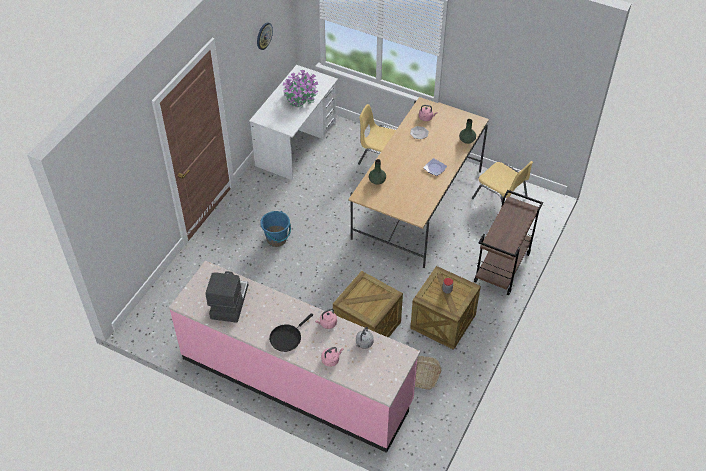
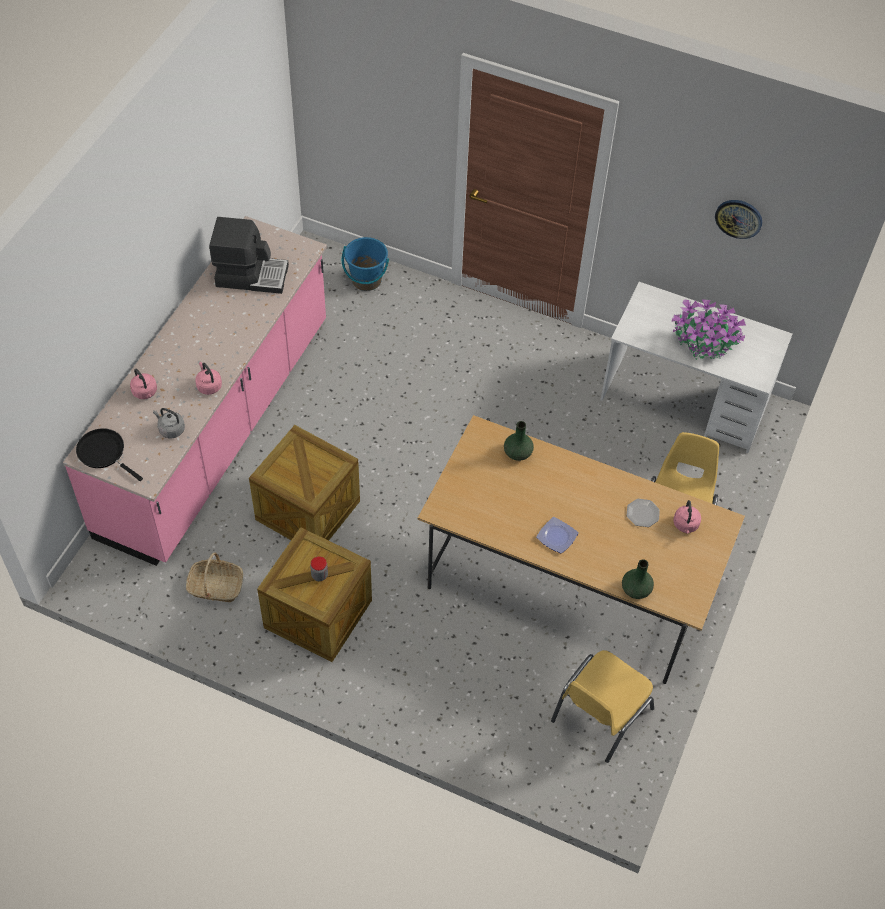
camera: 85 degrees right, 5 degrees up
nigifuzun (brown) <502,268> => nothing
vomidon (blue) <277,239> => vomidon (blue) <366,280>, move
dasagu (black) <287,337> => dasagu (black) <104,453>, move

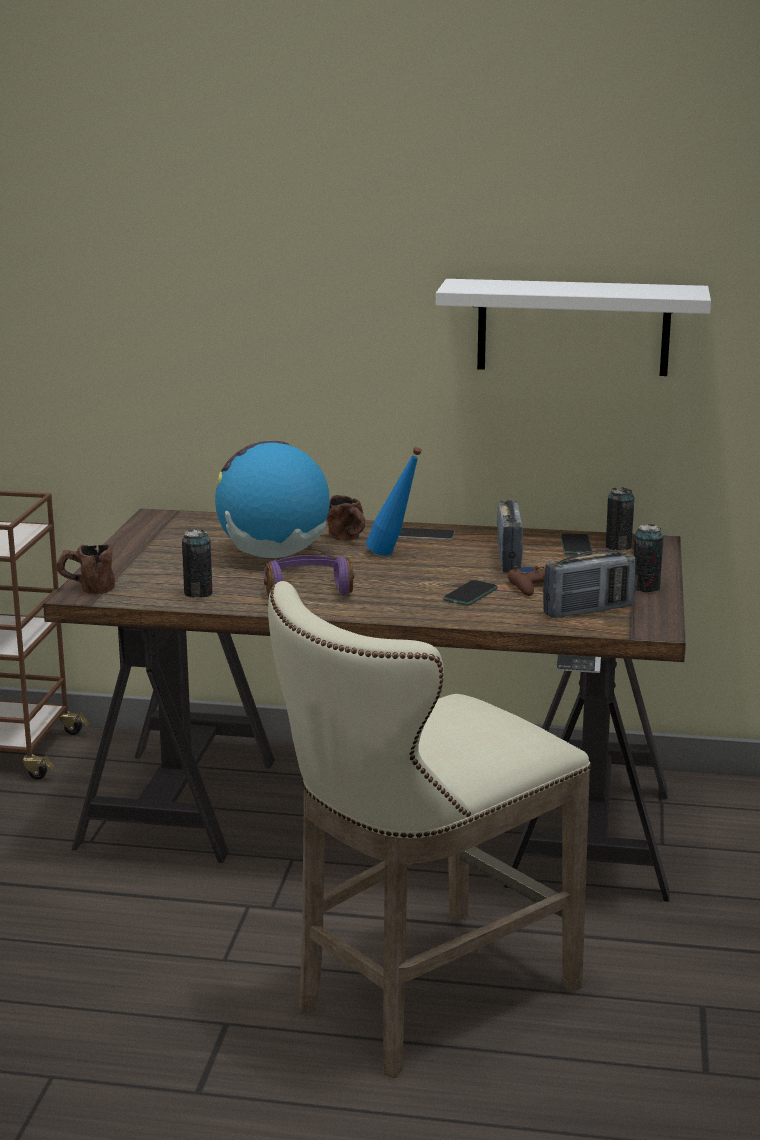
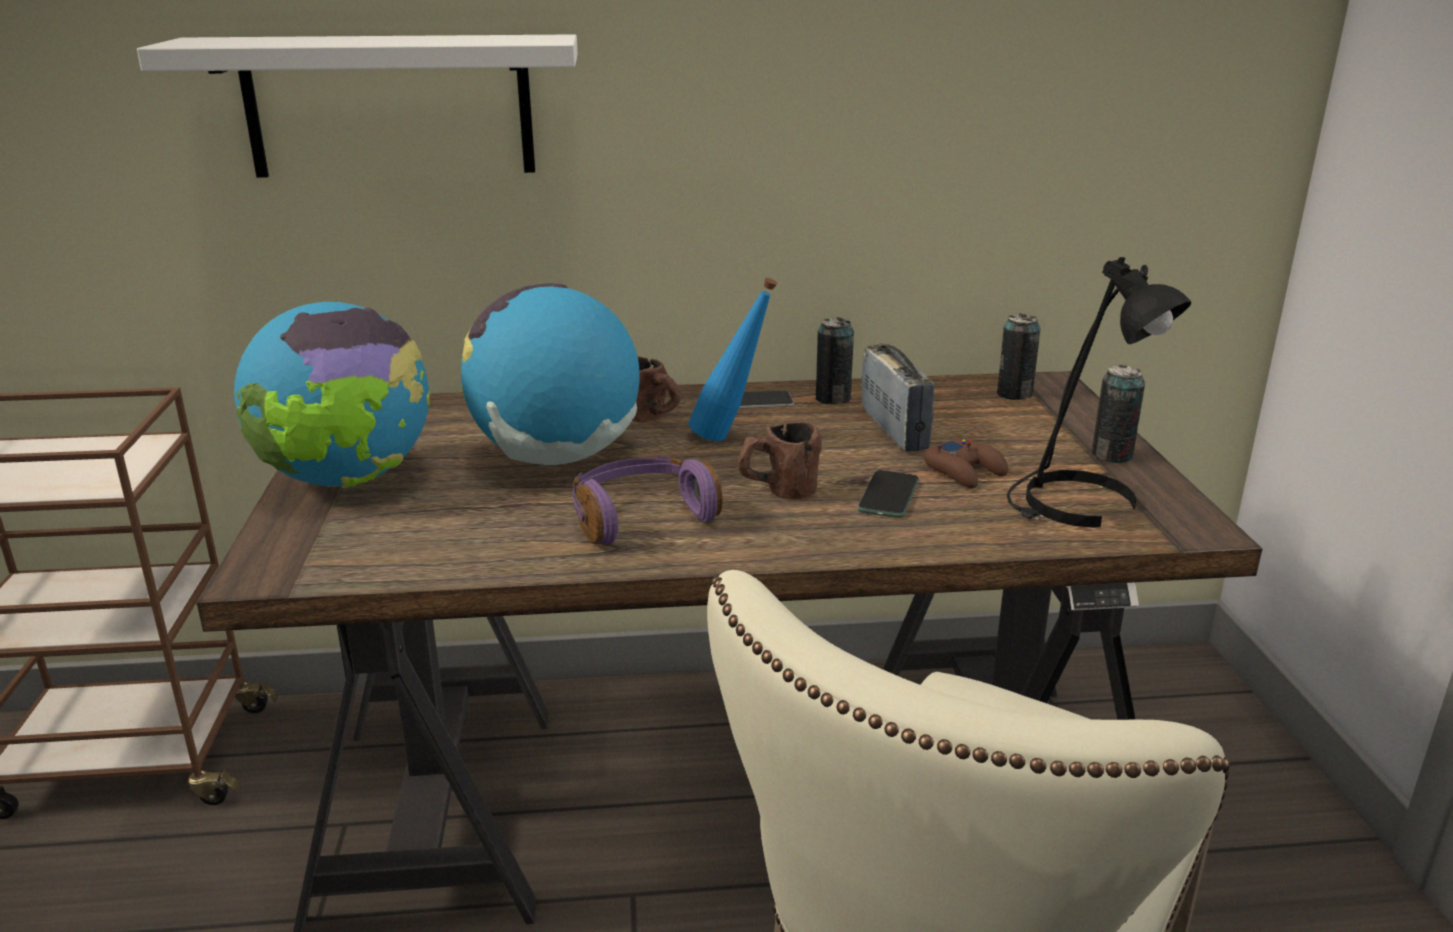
camera: 15 degrees left, 5 degrees up
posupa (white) <573,327> => posupa (white) <389,106>, move
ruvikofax <198,593> => ruvikofax <833,399>, move
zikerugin <576,546> => nothing
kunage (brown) <86,589> => kunage (brown) <777,491>, move
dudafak <588,611> => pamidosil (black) <1075,505>
nothing => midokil <347,480>

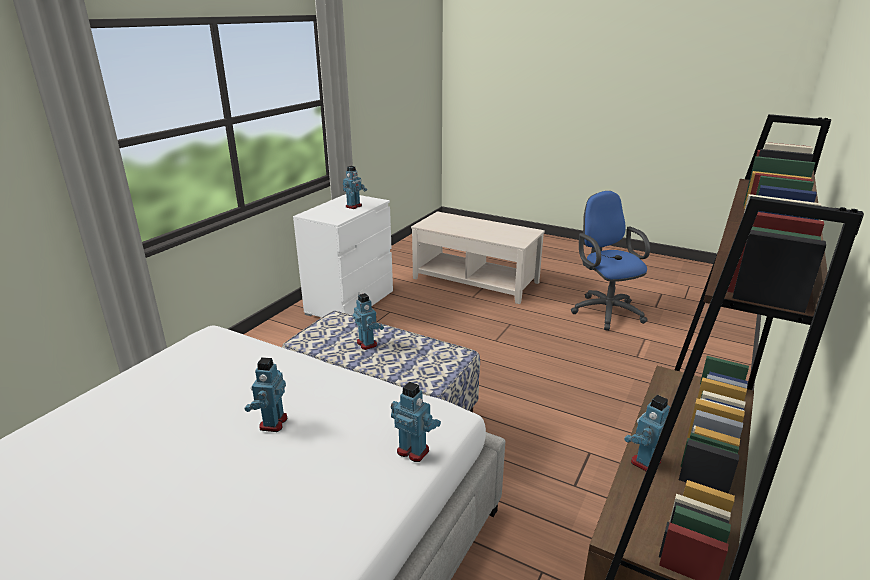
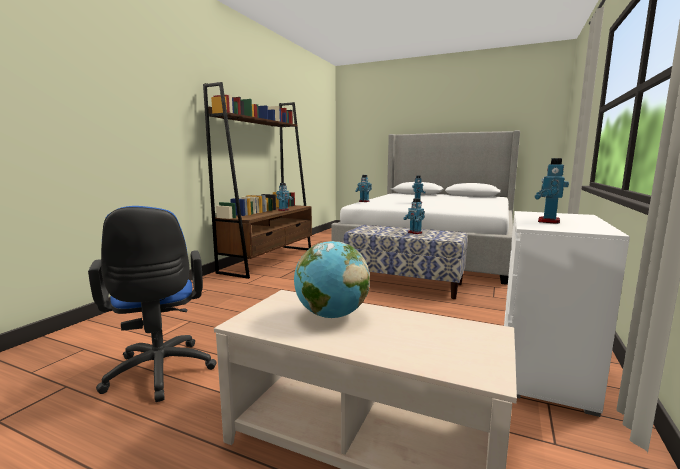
camera: 175 degrees right, 15 degrees down
nothing => midokil <331,315>

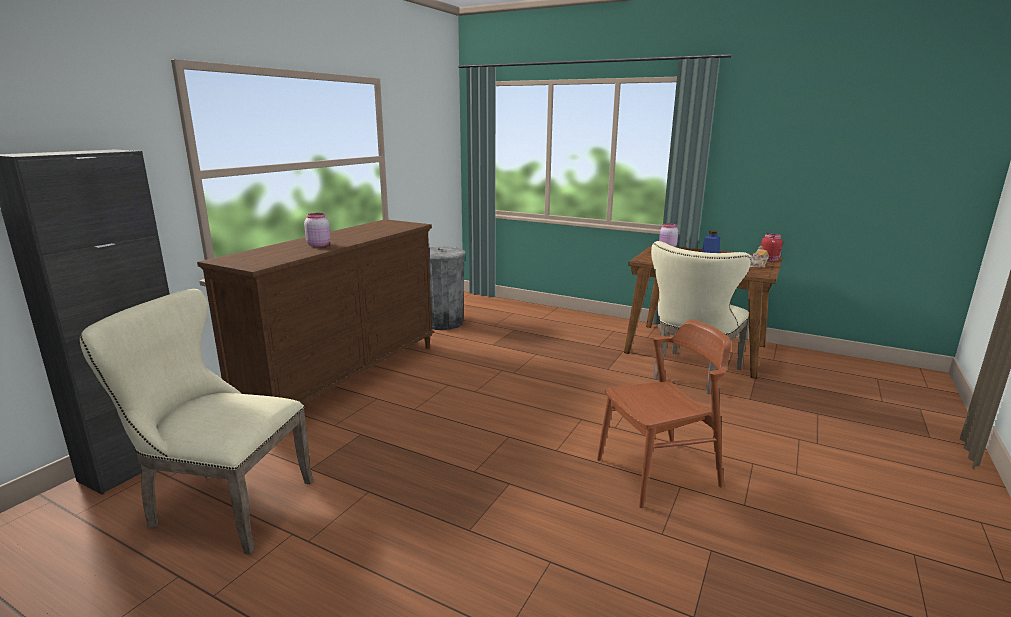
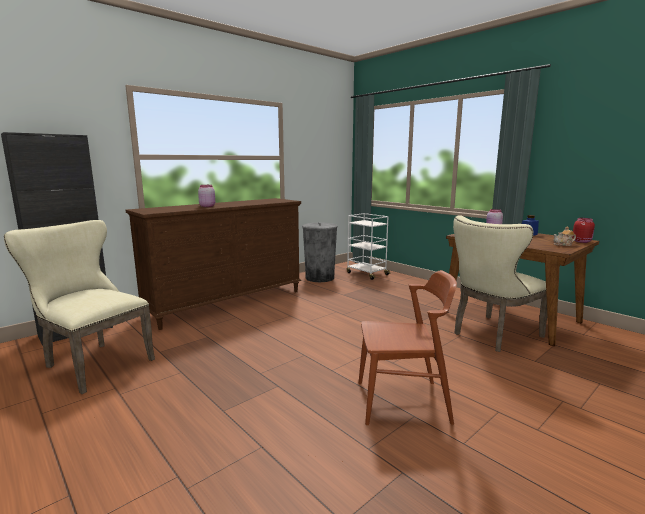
camera: 20 degrees right, 5 degrees down
nothing => nigifuzun (white) <366,273>

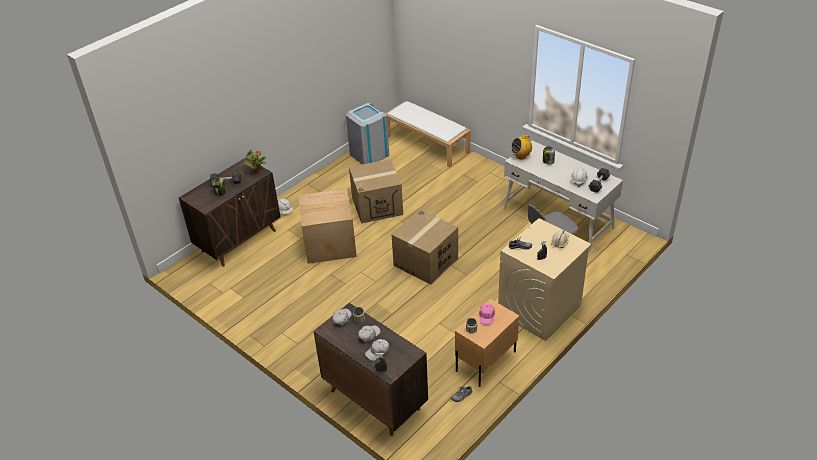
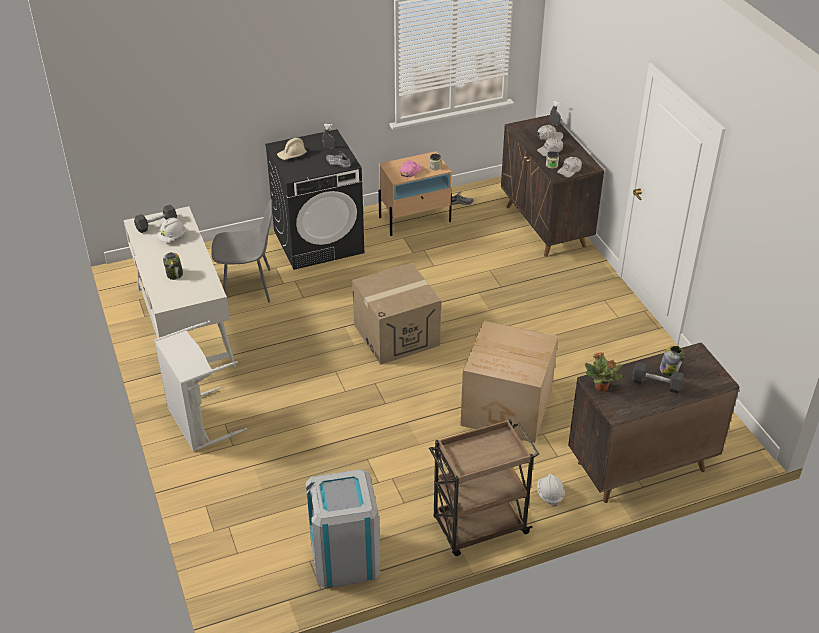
camera: 155 degrees left, 0 degrees up
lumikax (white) <428,144> => nothing
dudafak <521,156> => nothing
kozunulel <377,205> => nothing
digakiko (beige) <539,310> => digakiko (black) <319,241>
nothing => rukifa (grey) <198,422>
nothing => nigifuzun (brown) <479,527>

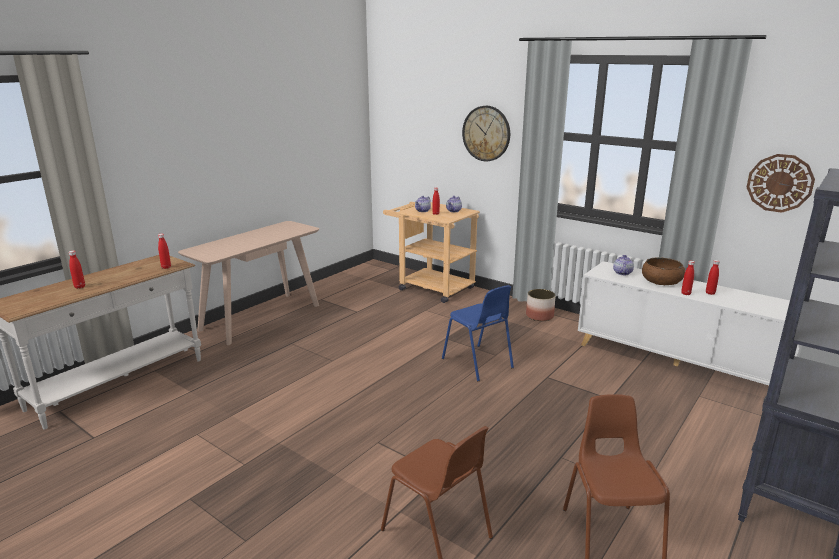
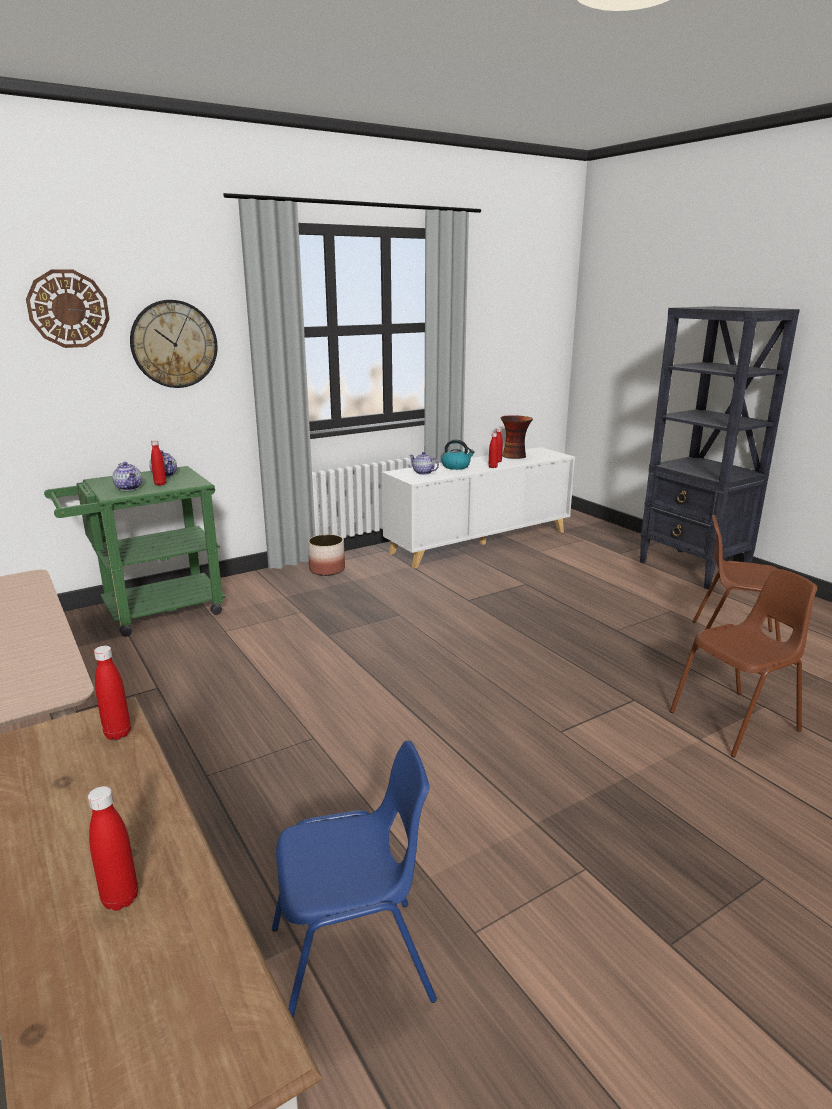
camera: 70 degrees left, 0 degrees up
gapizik <779,183> => gapizik <68,309>, move
nigifuzun (beige) <430,287> => nigifuzun (green) <151,612>
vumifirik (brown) <661,281> => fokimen <456,466>
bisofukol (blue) <477,363> => bisofukol (blue) <352,965>, move
nothing => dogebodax <515,456>

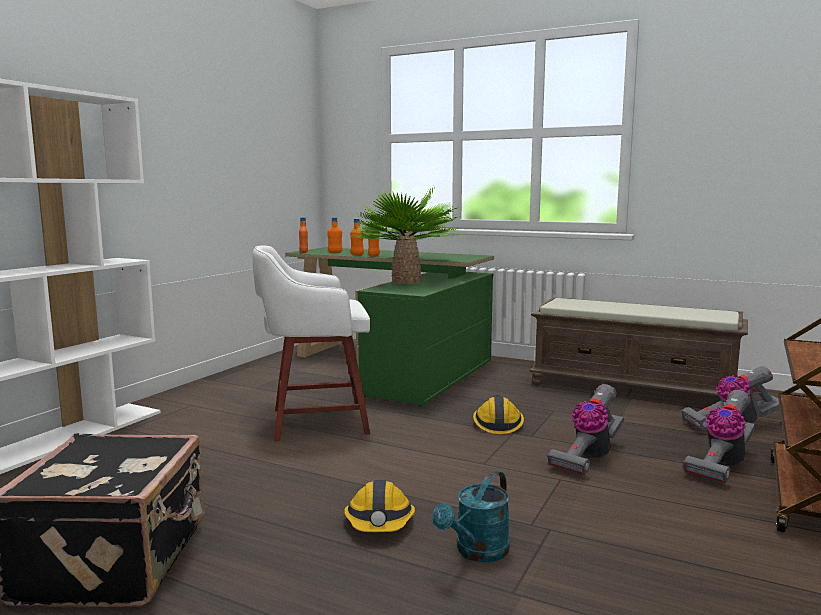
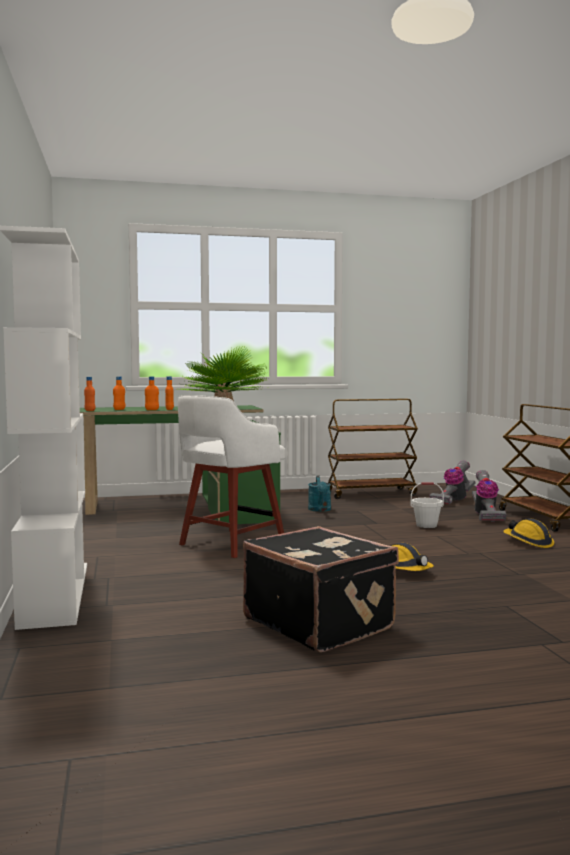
camera: 40 degrees left, 5 degrees down
lumikax (brown) <633,389> => nigifuzun (brown) <371,494>
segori <588,457> => vomidon (white) <426,525>
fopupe <497,424> => fopupe <528,542>, move
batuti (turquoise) <477,552> => batuti (turquoise) <320,510>, move

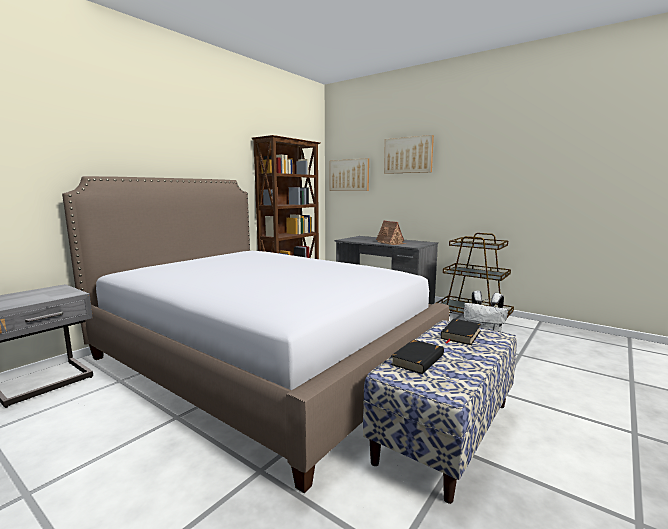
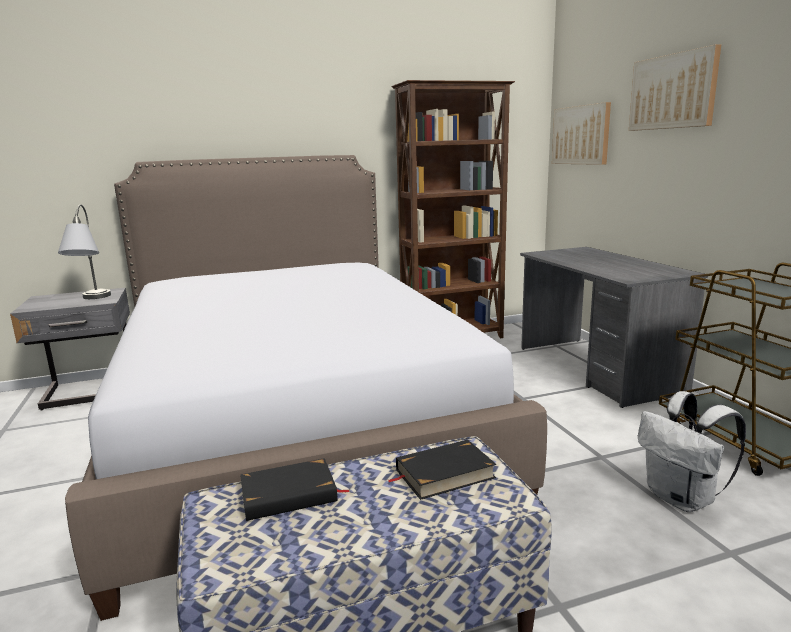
camera: 35 degrees right, 5 degrees up
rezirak <391,243> => nothing
nothing => pamidosil (grey) <91,300>

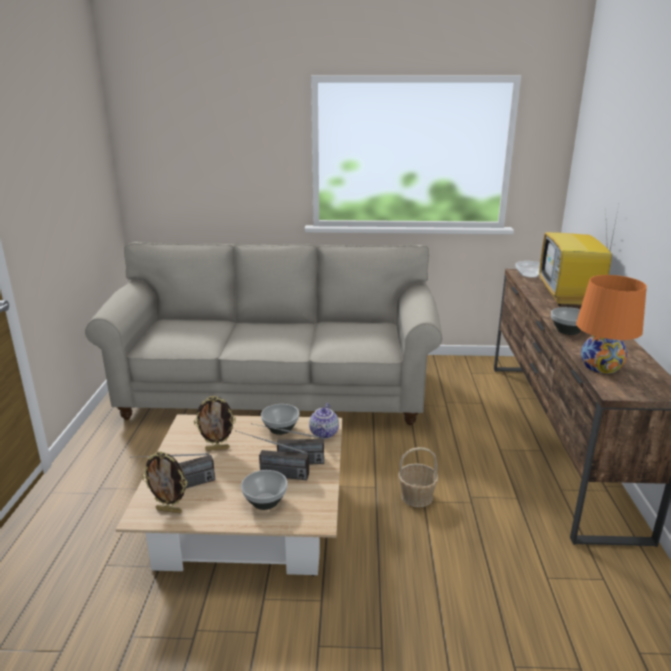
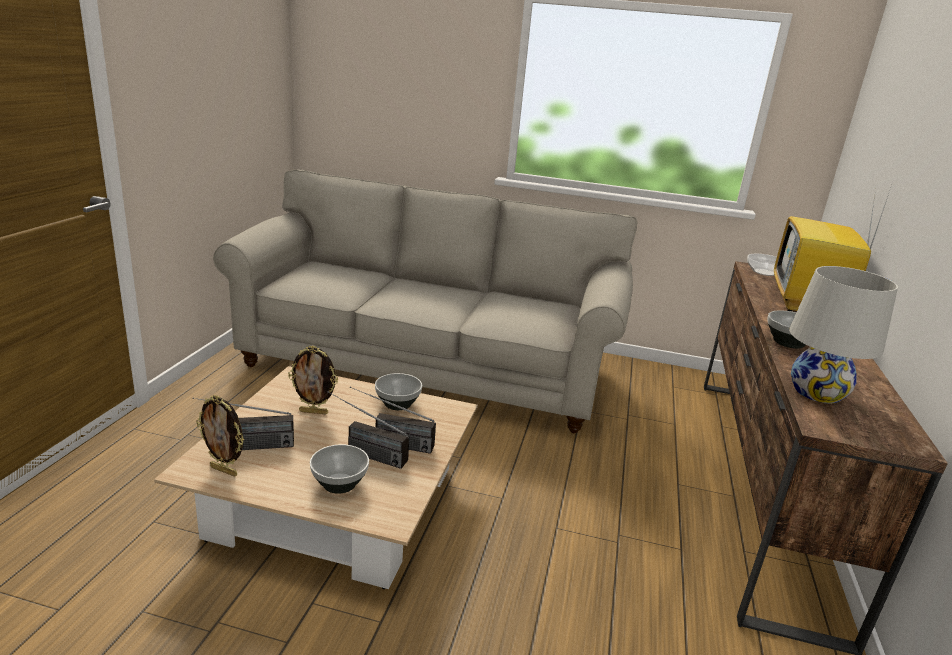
camera: 10 degrees right, 0 degrees up
pamidosil (orange) <601,366> => pamidosil (white) <817,393>
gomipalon <324,433> => nothing
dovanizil <417,496> => nothing

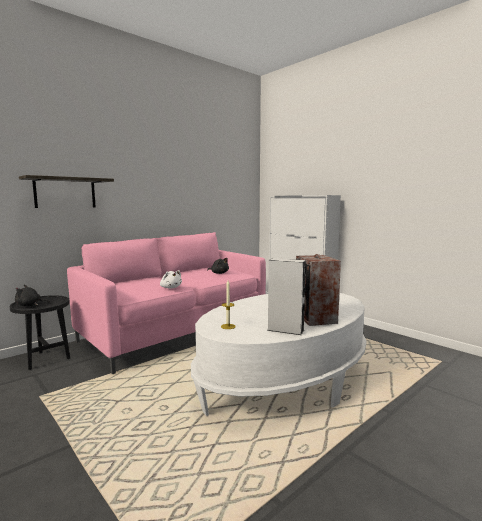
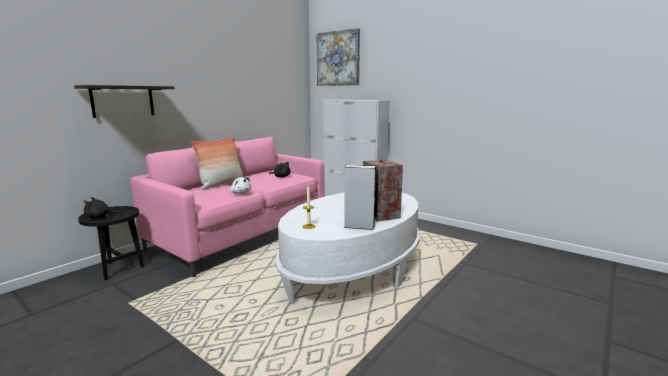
camera: 10 degrees left, 5 degrees up
nothing => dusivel <338,58>
nothing => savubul <221,184>

